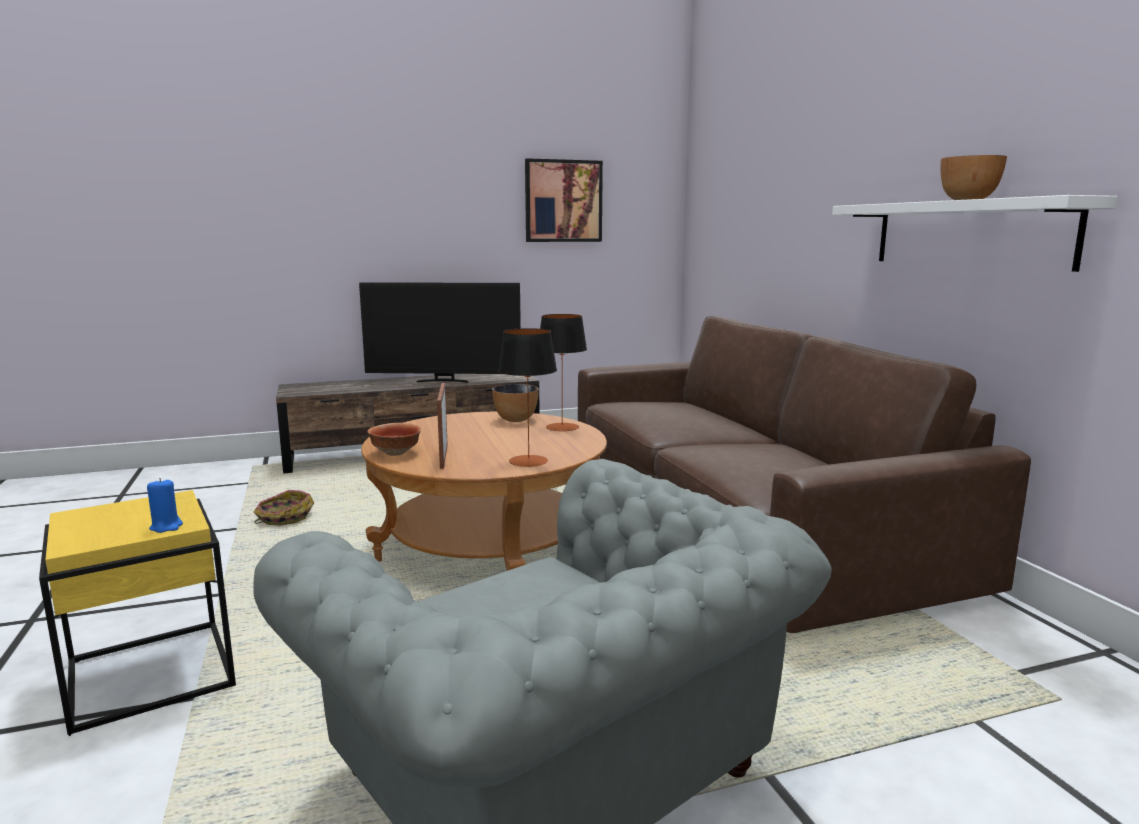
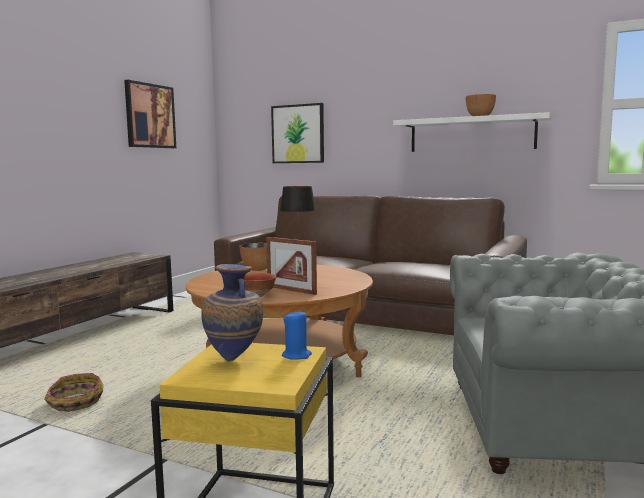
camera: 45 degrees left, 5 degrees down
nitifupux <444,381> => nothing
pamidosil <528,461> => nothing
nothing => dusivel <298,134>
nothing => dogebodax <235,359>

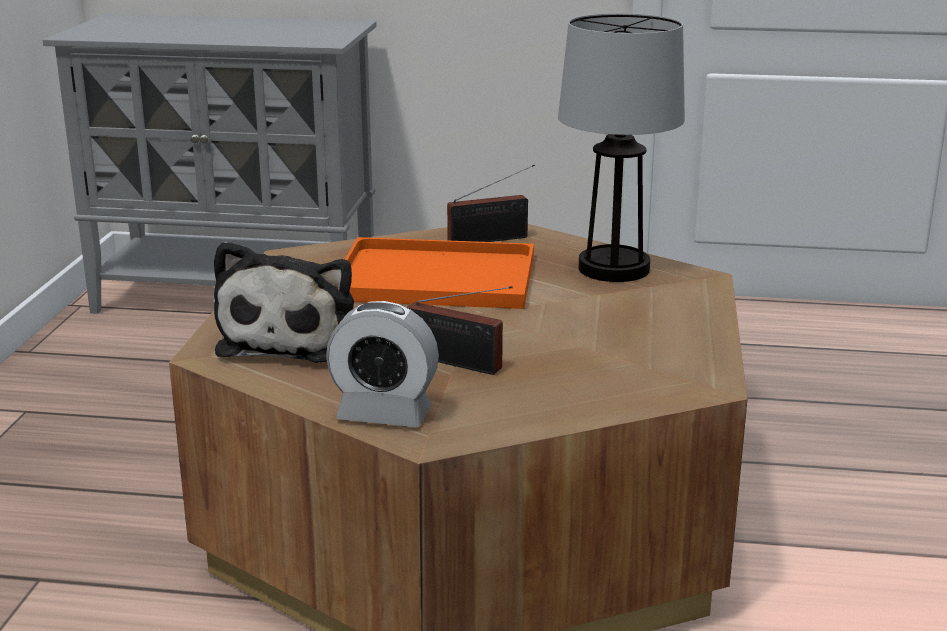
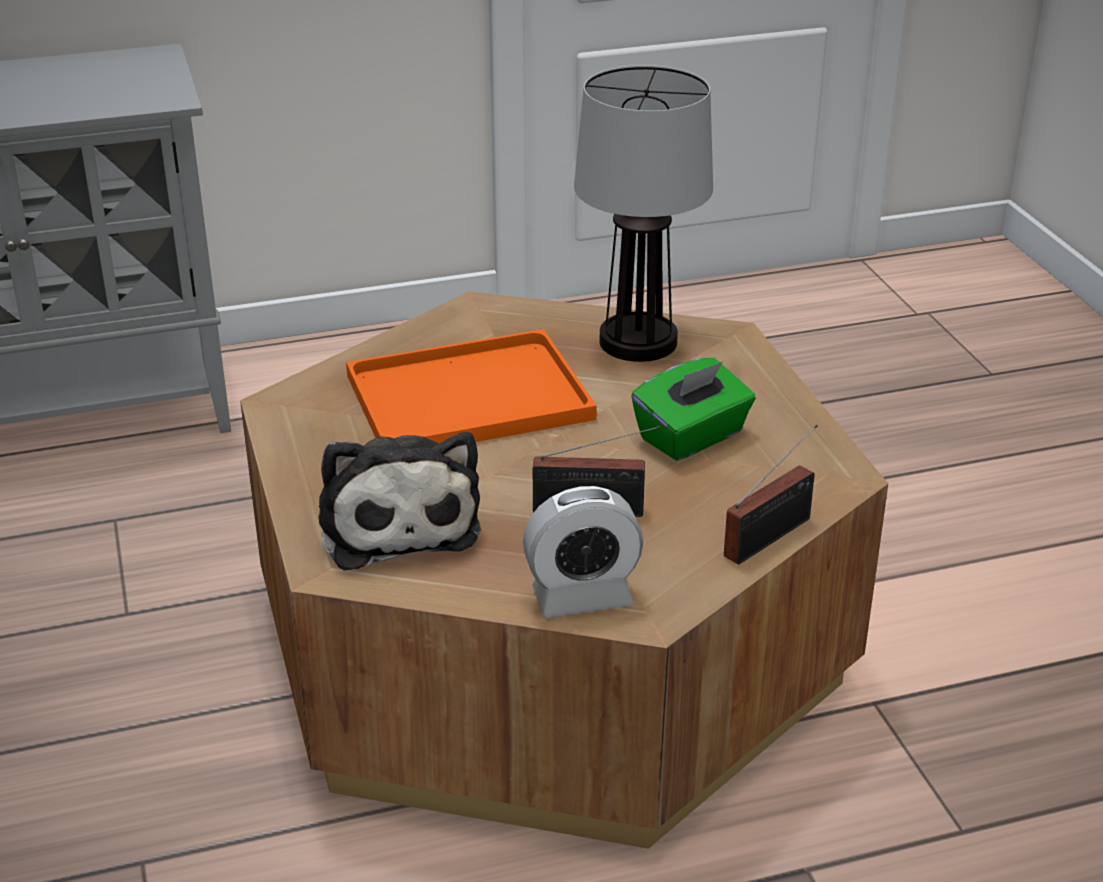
camera: 25 degrees left, 10 degrees up
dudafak <492,239> => dudafak <772,535>, move
nothing => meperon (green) <692,437>

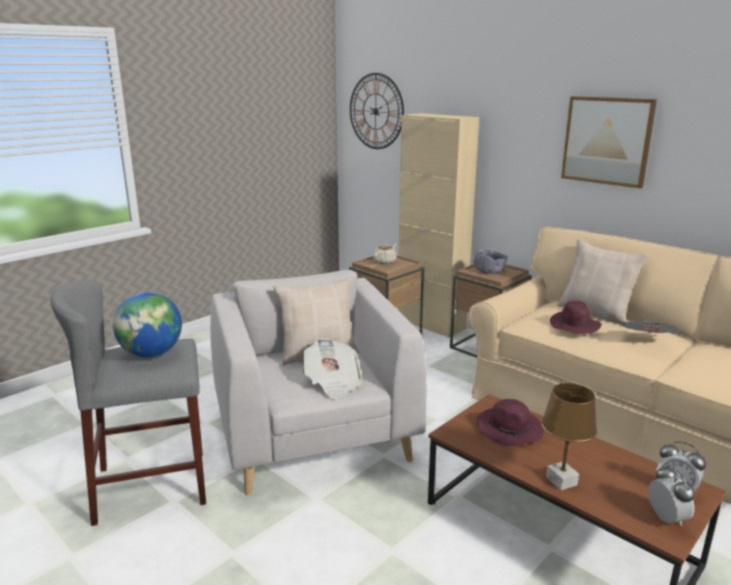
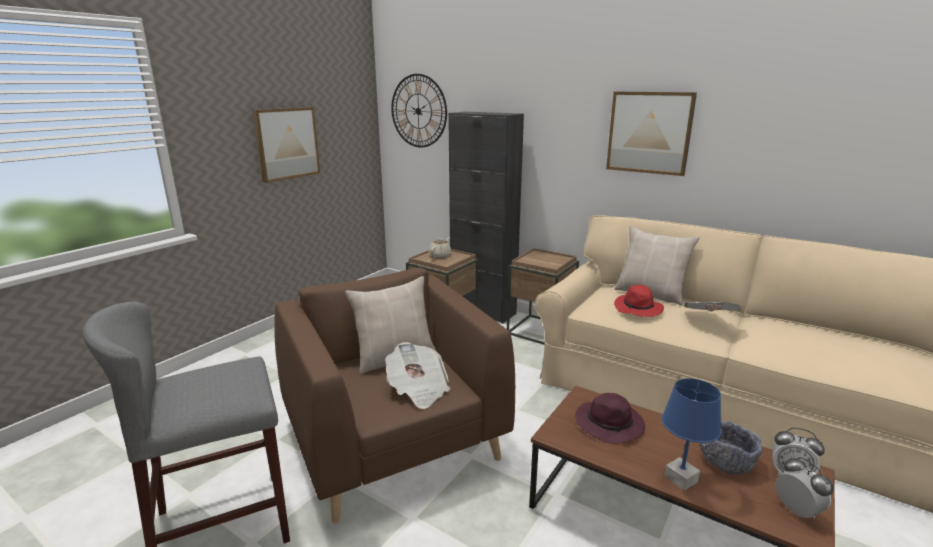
camera: 10 degrees left, 0 degrees up
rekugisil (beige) <431,324> => rekugisil (black) <483,311>
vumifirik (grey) <489,271> => vumifirik (grey) <726,461>, move
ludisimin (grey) <313,433> => ludisimin (brown) <393,439>
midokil <152,354> => nothing
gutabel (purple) <575,326> => gutabel (red) <638,309>
pamidosil (brown) <562,481> => pamidosil (blue) <681,479>
nothing => dusivel <287,143>

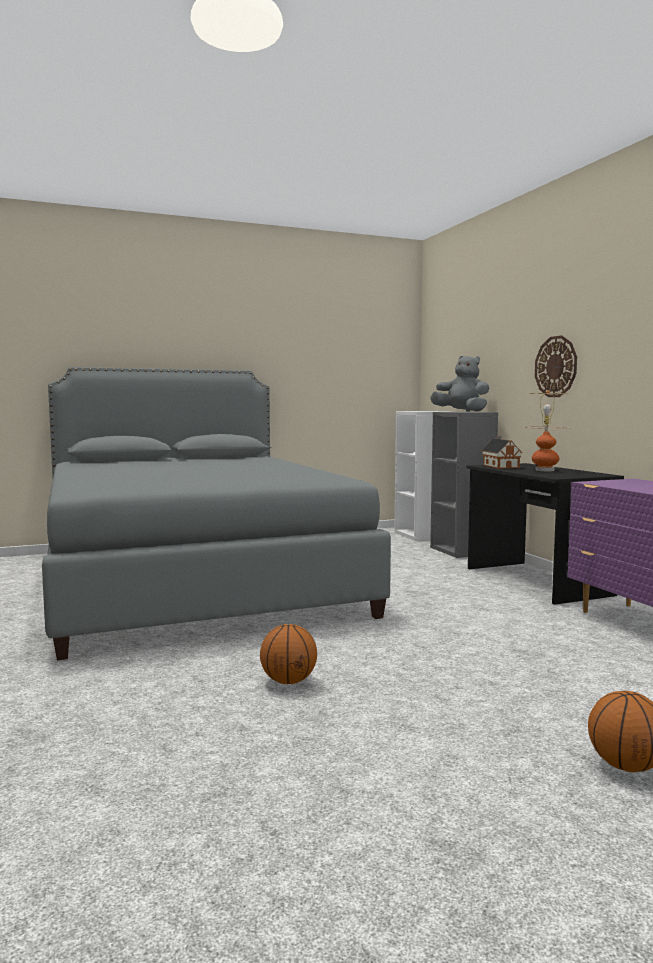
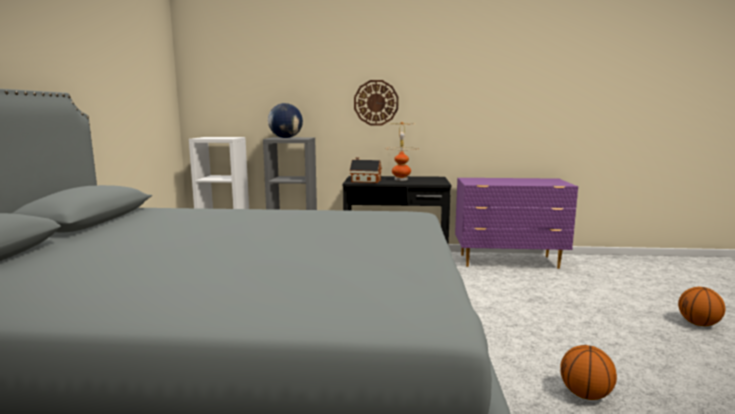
camera: 65 degrees left, 5 degrees up
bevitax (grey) <461,411> => midokil <286,138>

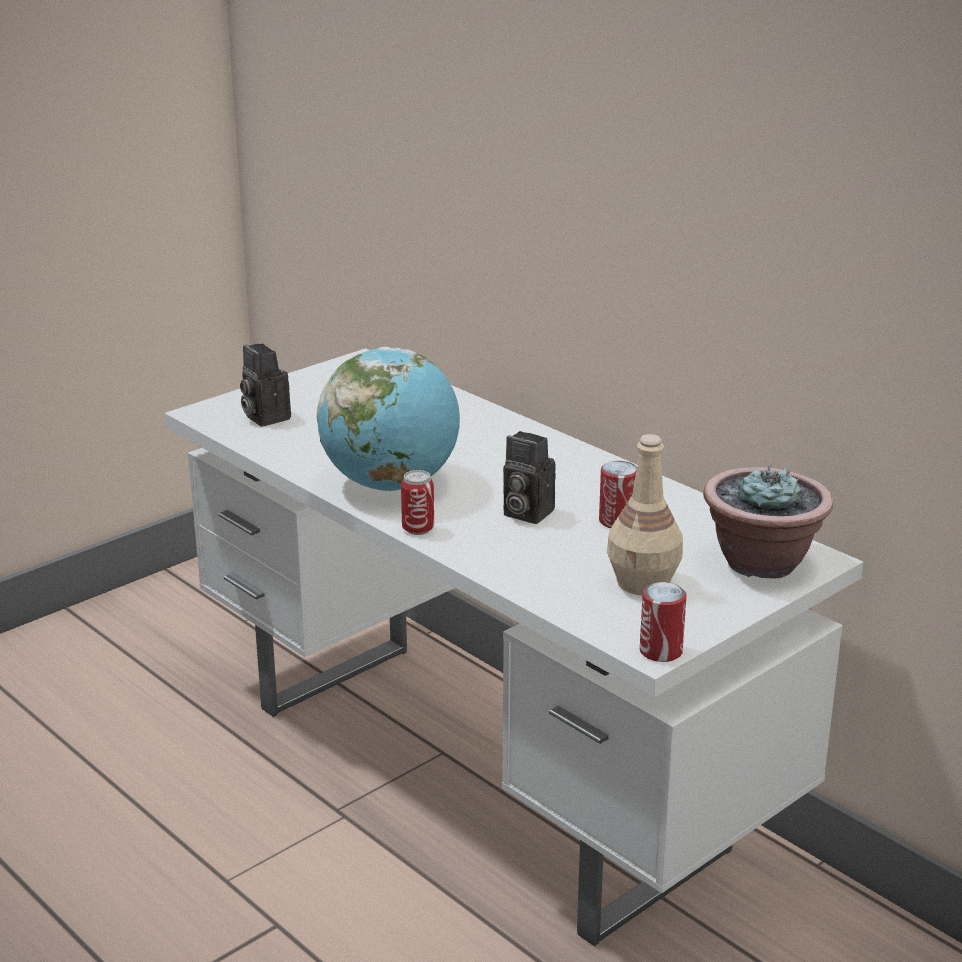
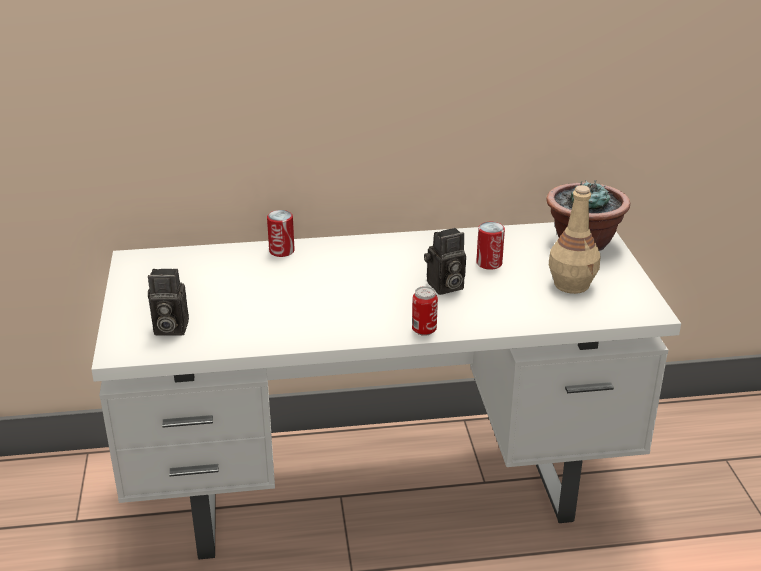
camera: 55 degrees left, 5 degrees up
midokil <391,484> => nothing
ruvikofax <661,651> => ruvikofax <281,251>, move

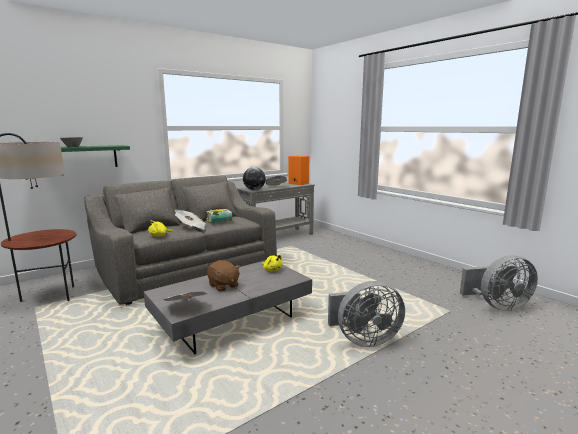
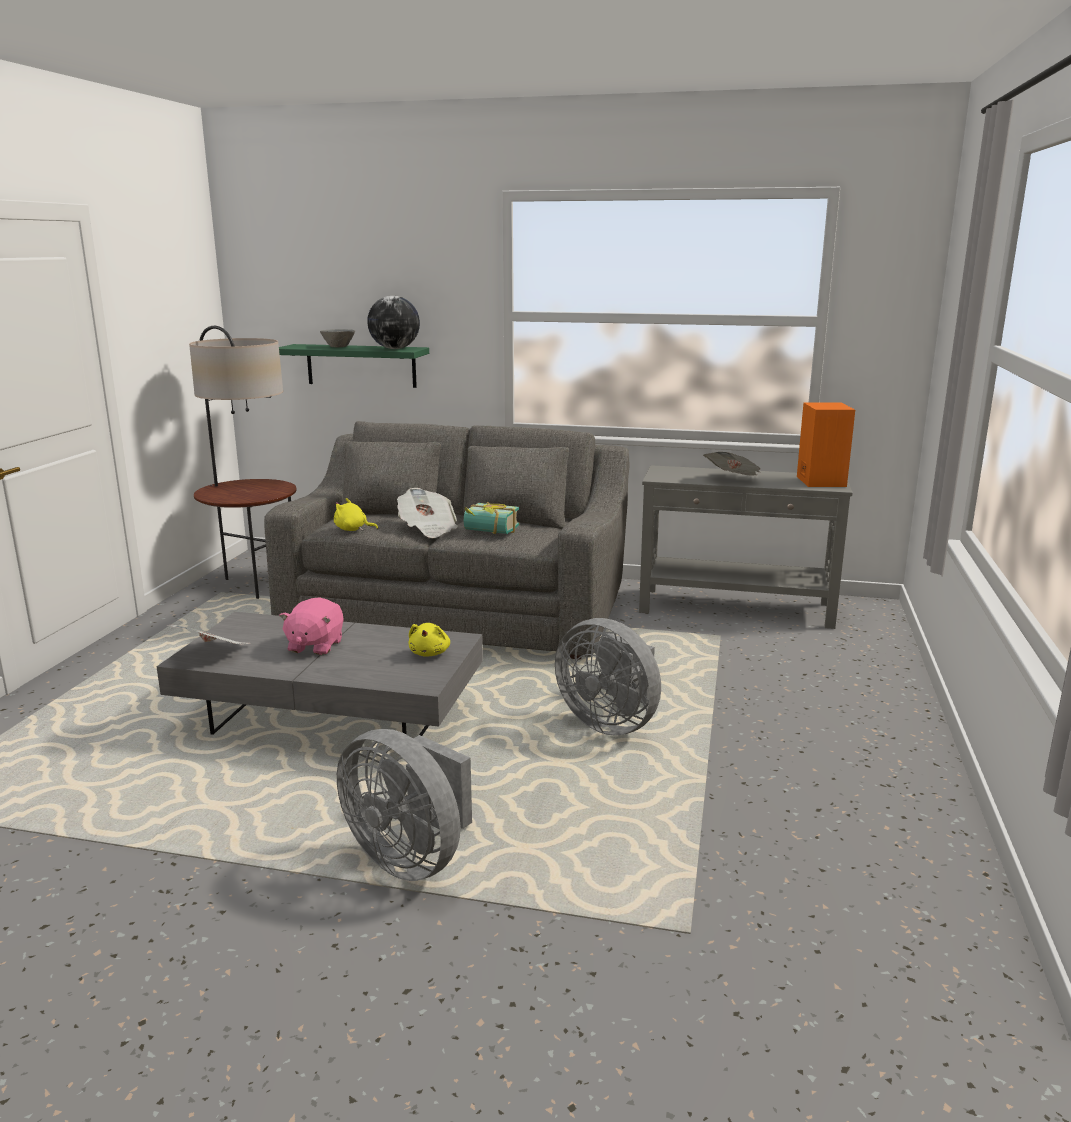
camera: 50 degrees right, 5 degrees up
midokil <254,189> => midokil <394,349>, move
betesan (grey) <497,305> => betesan (grey) <610,723>, move
bevitax (brown) <223,285> => bevitax (pink) <314,646>

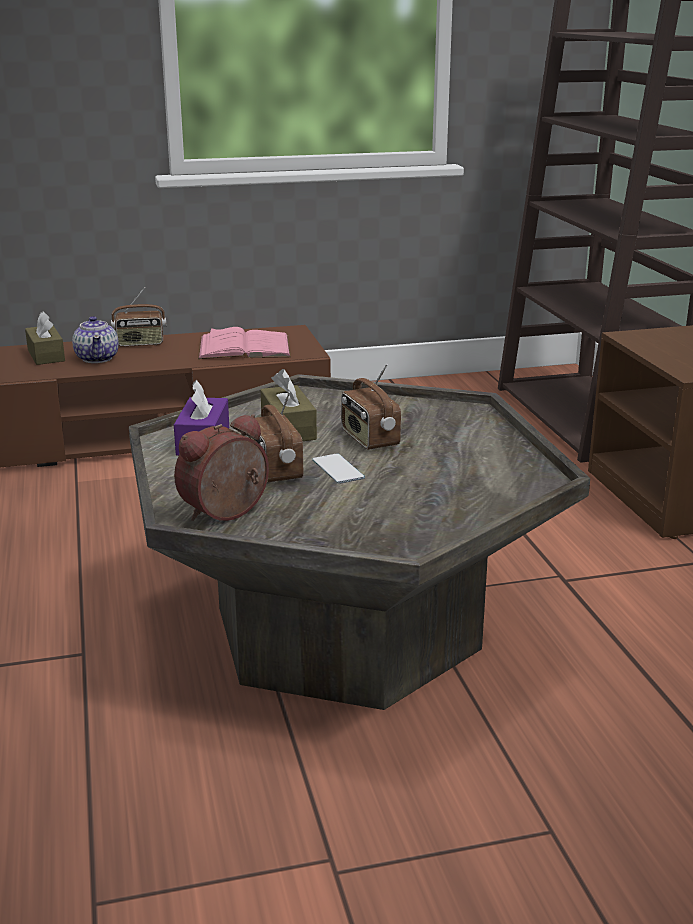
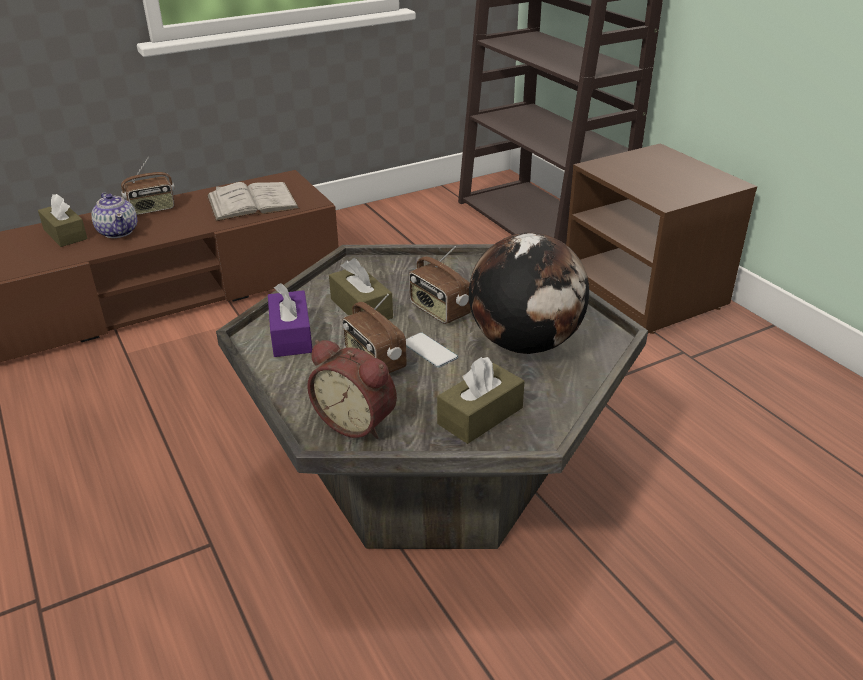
camera: 15 degrees left, 10 degrees up
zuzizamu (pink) <244,347> => zuzizamu (white) <252,202>
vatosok <227,514> => vatosok <357,421>, 90 degrees counterclockwise
nothing => midokil <525,343>
nothing => meperon (brown) <480,416>

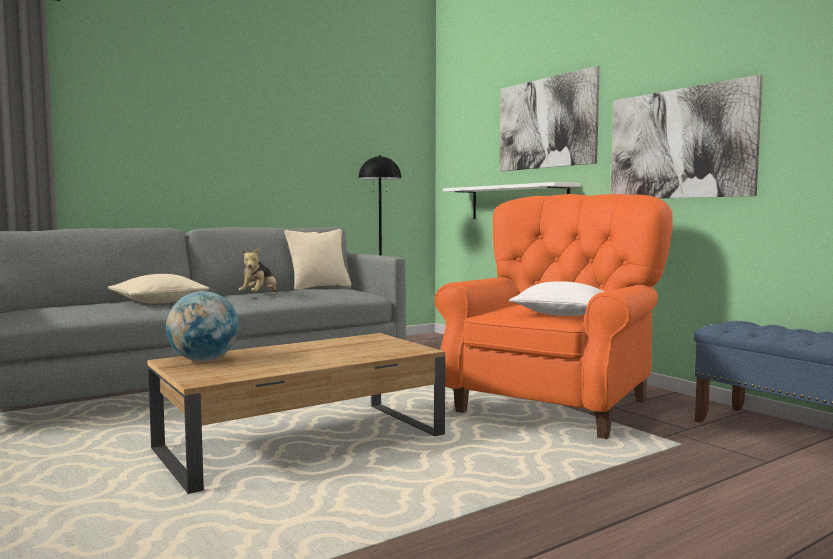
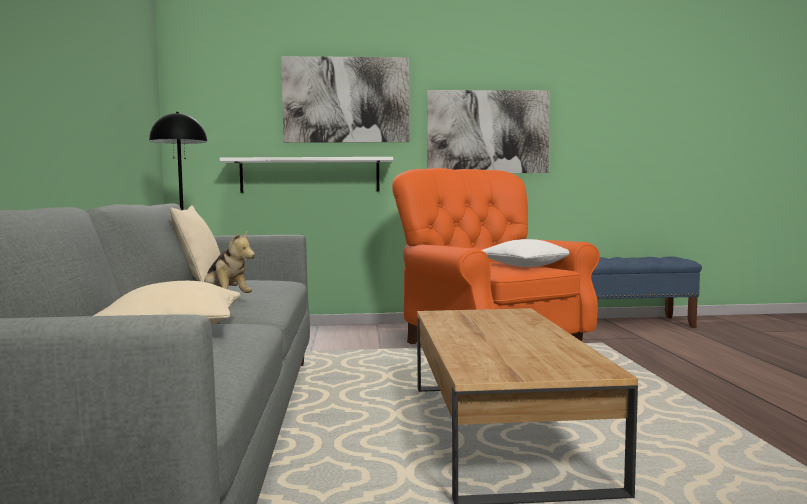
camera: 60 degrees left, 0 degrees up
midokil <203,360> => nothing

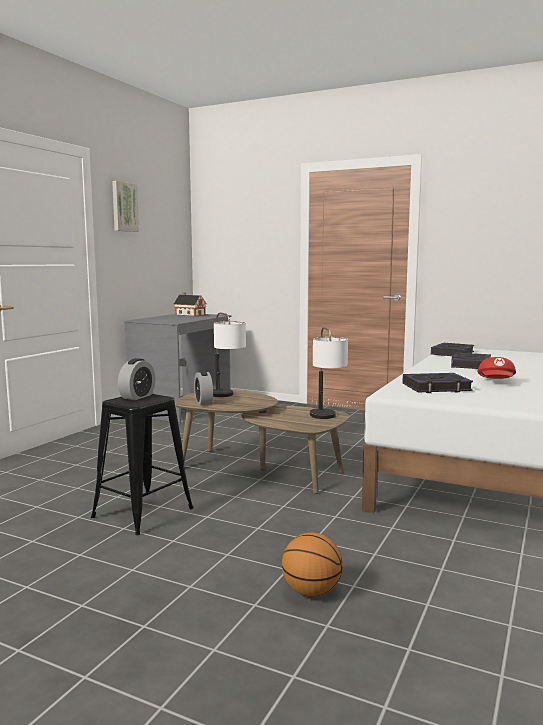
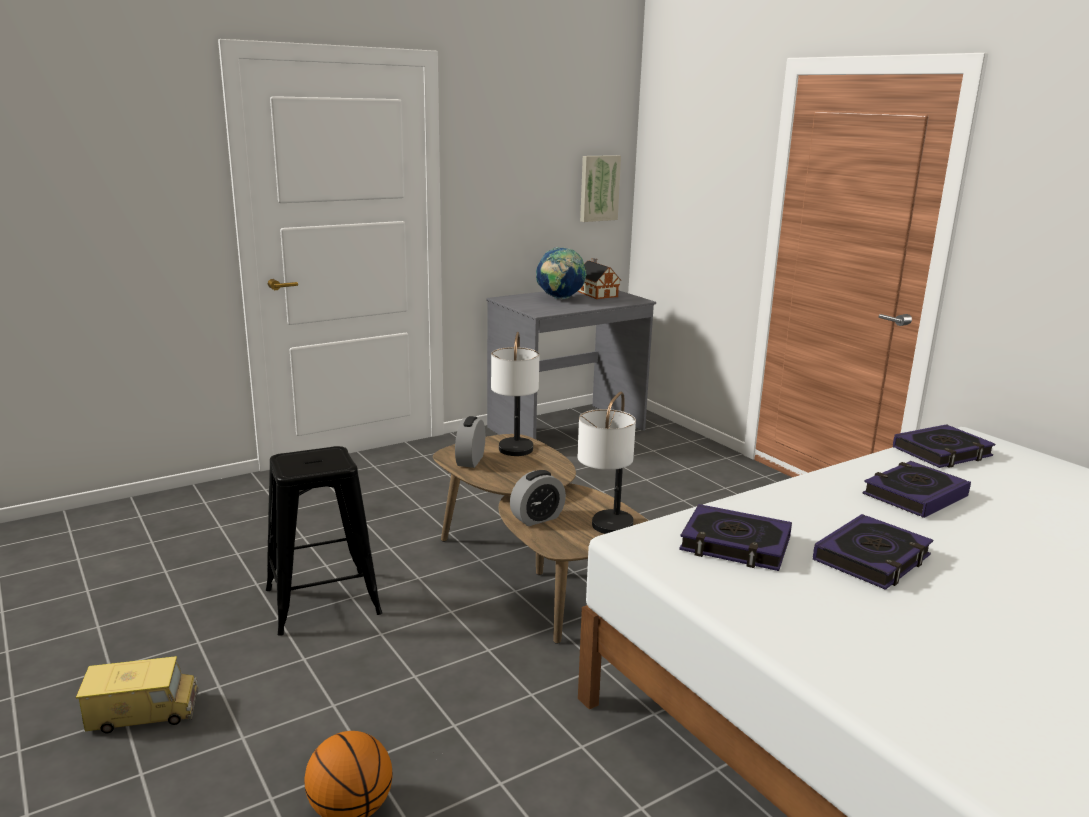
camera: 30 degrees right, 10 degrees up
dusivel <124,207> => dusivel <598,188>, move
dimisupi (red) <497,382> => zuzizamu <872,558>
vatosok <137,396> => vatosok <537,518>, move
nothing => midokil <560,299>
nothing => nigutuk <143,712>

